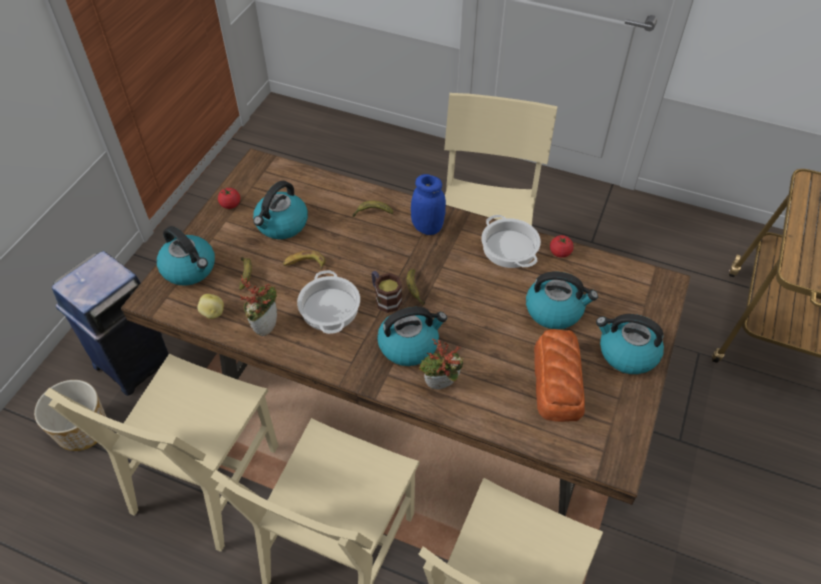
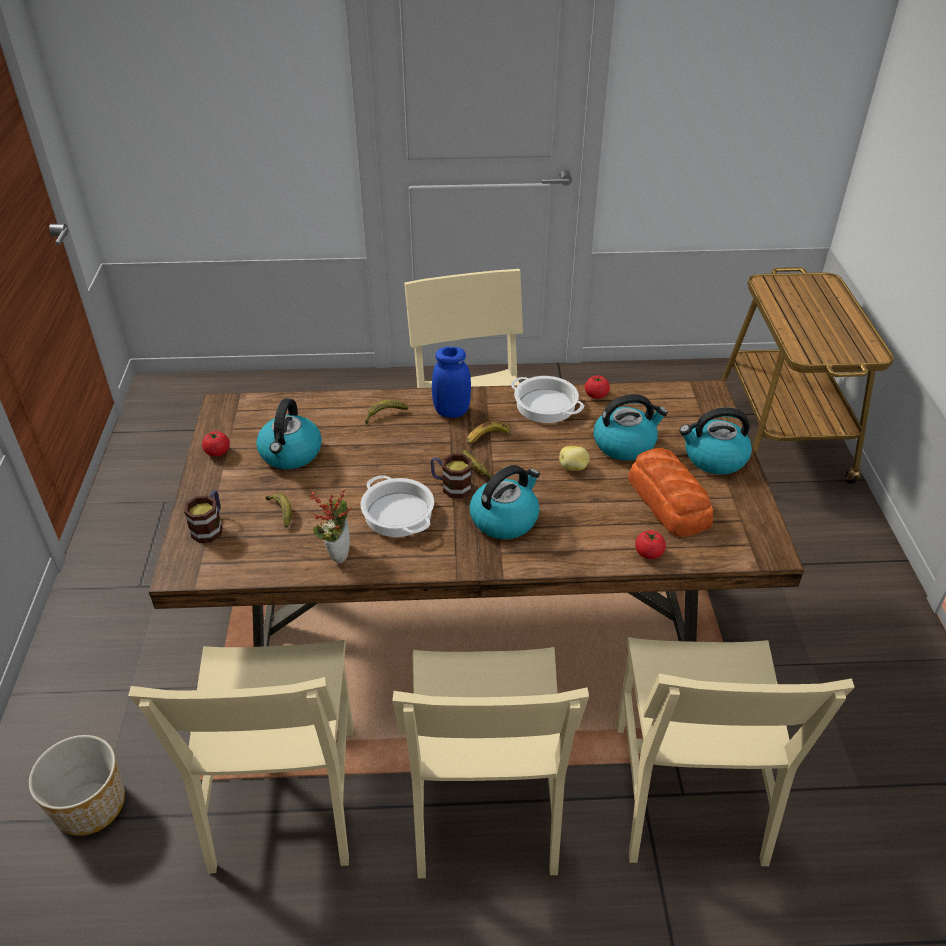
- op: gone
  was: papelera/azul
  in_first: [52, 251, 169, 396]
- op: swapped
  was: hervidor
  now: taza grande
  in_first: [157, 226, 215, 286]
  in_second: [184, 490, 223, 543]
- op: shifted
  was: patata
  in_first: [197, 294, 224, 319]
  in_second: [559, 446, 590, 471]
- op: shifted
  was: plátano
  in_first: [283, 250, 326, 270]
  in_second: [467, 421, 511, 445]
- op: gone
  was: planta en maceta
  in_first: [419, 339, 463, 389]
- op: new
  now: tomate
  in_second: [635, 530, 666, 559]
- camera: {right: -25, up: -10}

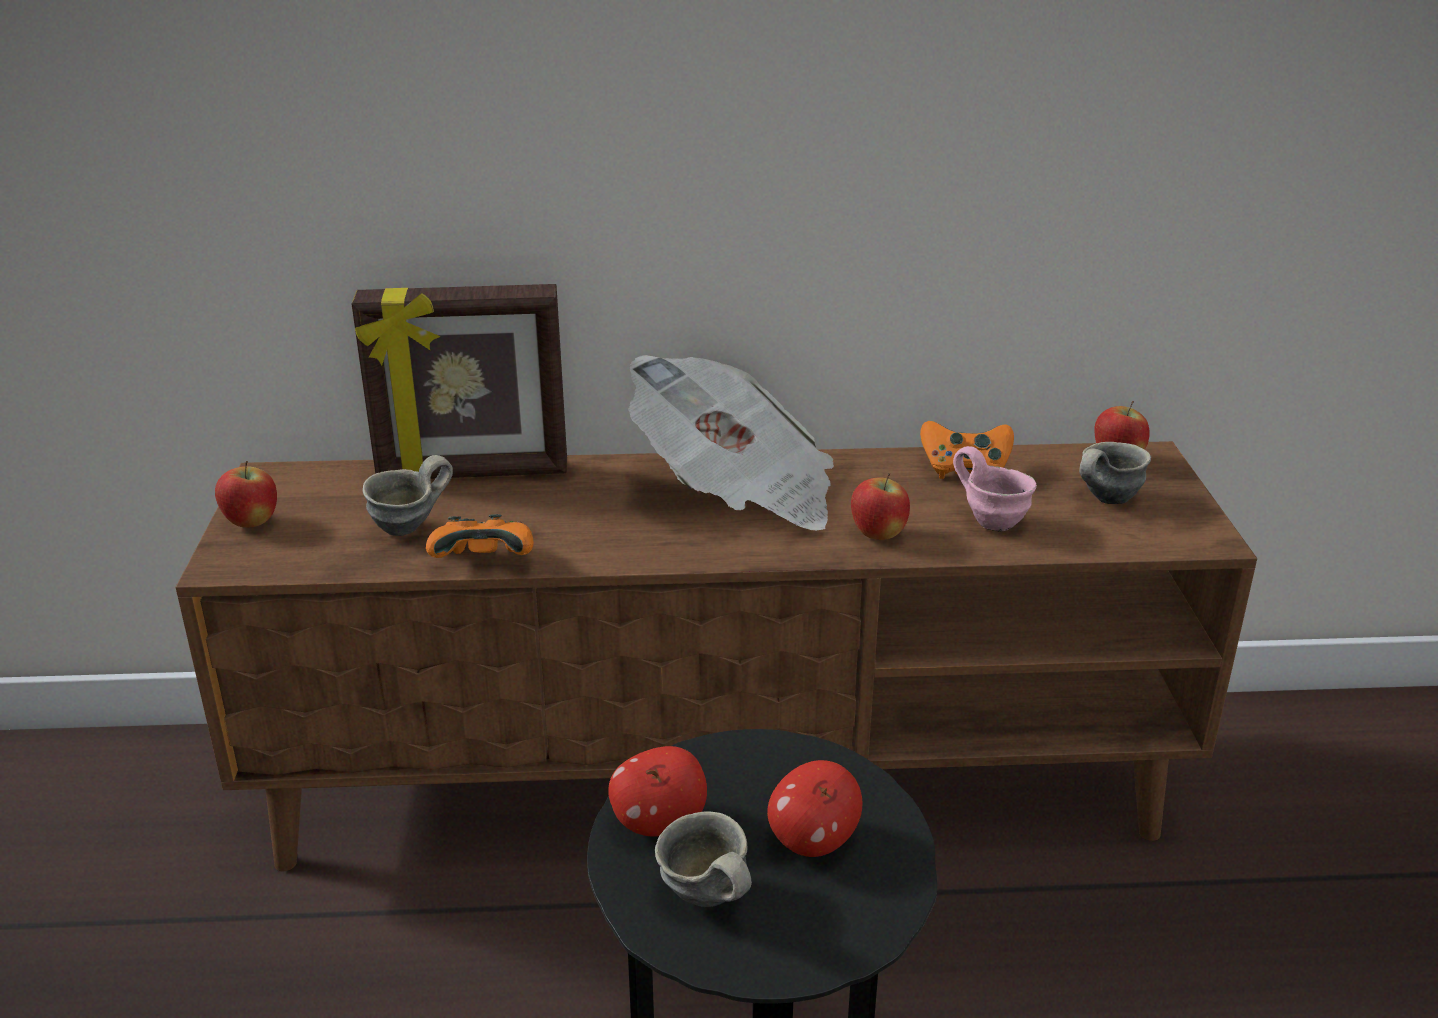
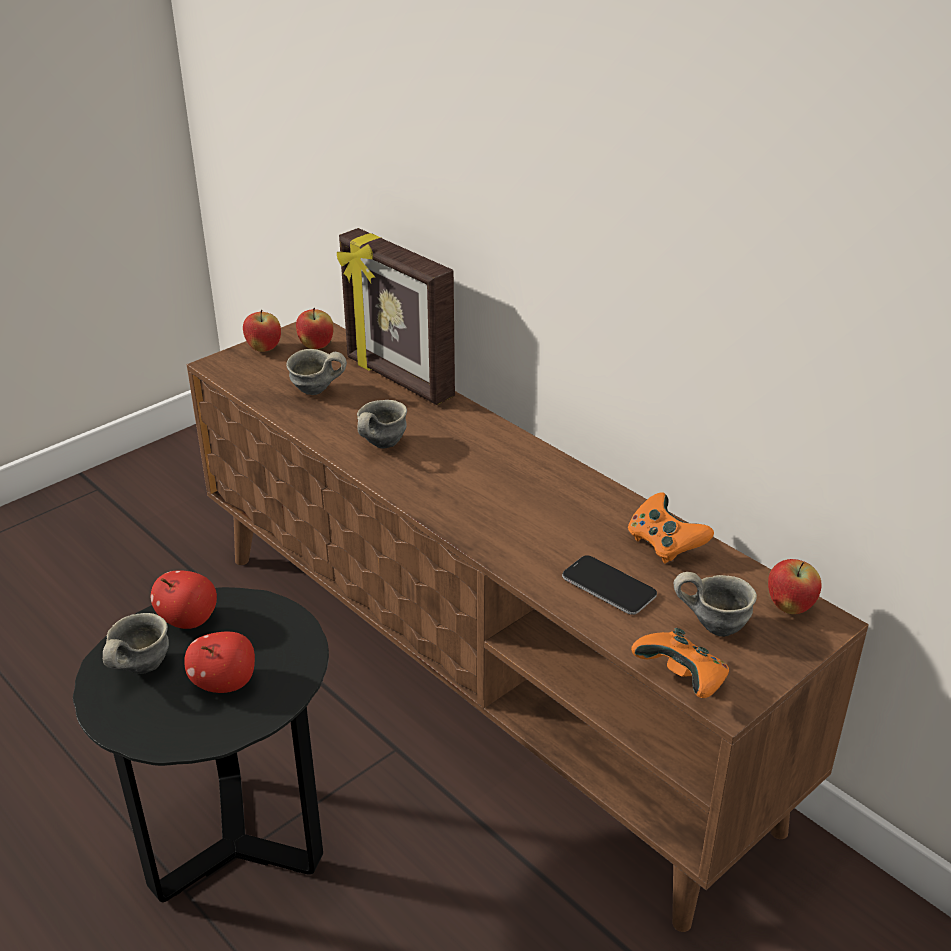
- op: shifted
  was: mando de consola/naranja
  in_first: [426, 514, 534, 558]
  in_second: [631, 628, 729, 698]
- op: gone
  was: periódico
  in_first: [628, 355, 834, 531]
- op: shifted
  was: manzana
  in_first: [851, 473, 910, 540]
  in_second: [296, 308, 334, 349]
- op: swapped
  was: taza grande/rosa
  now: móvil
  in_first: [953, 446, 1037, 532]
  in_second: [562, 555, 657, 615]
- op: new
  now: taza grande/gris
  in_second: [357, 400, 407, 448]
- camera: {right: 50, up: 5}

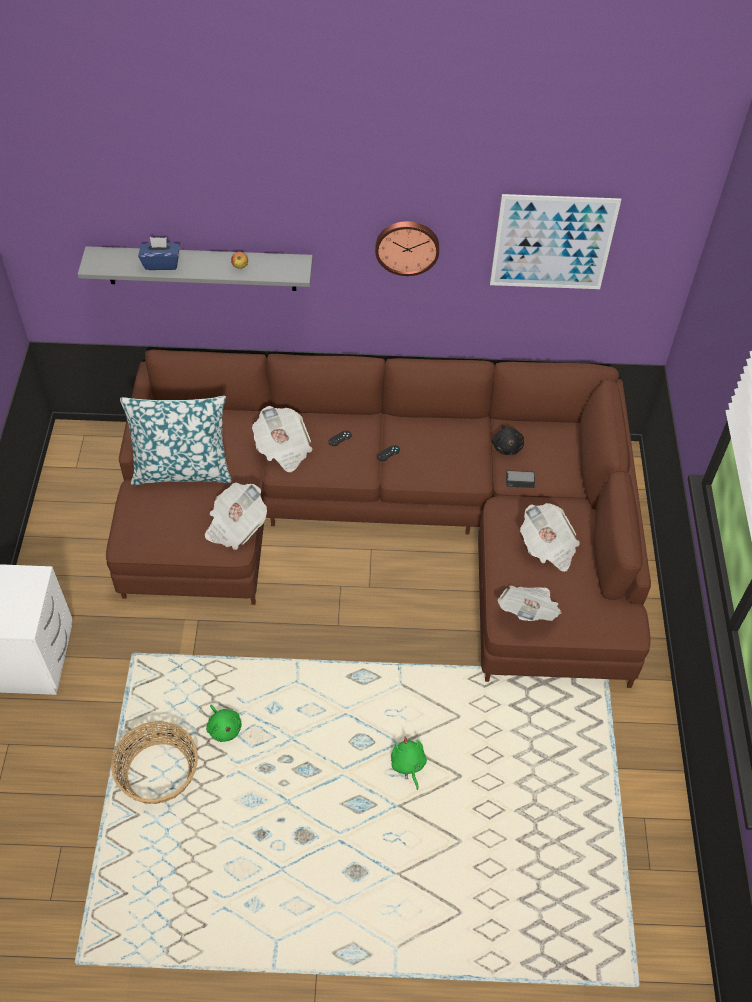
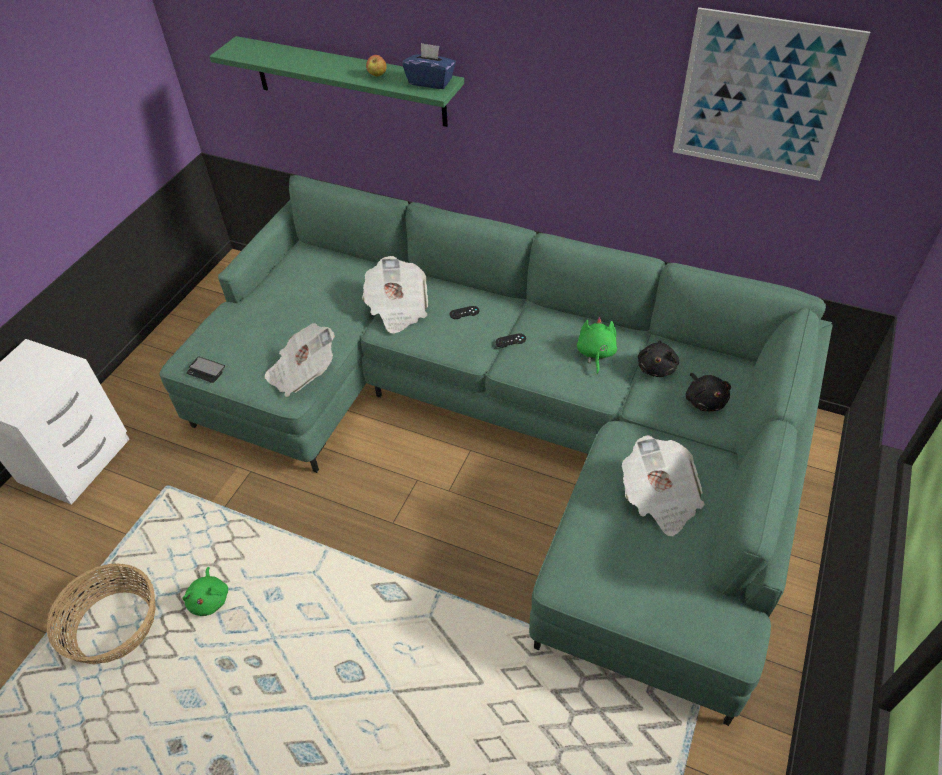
- op: repainted
  was: estante/gris
  now: estante/verde
  in_first: [78, 246, 313, 291]
  in_second: [210, 36, 464, 127]
- op: repainted
  was: sofá/marrón
  now: sofá/verde
  in_first: [106, 349, 651, 688]
  in_second: [160, 175, 833, 726]
- op: gone
  was: cojín
  in_first: [120, 396, 232, 485]
- op: shifted
  was: caja de pañuelos/azul
  in_first: [138, 237, 180, 270]
  in_second: [402, 43, 456, 89]
- op: gone
  was: reloj de pared
  in_first: [375, 221, 439, 276]
- op: shifted
  was: peluche/verde
  in_first: [391, 736, 427, 790]
  in_second: [577, 316, 617, 374]
- op: gone
  was: periódico
  in_first: [498, 585, 562, 621]
- op: shifted
  was: móvil
  in_first: [506, 470, 535, 488]
  in_second: [186, 357, 225, 383]
- op: new
  now: peluche/negro
  in_second: [686, 373, 731, 411]
- camera: {right: 25, up: -5}

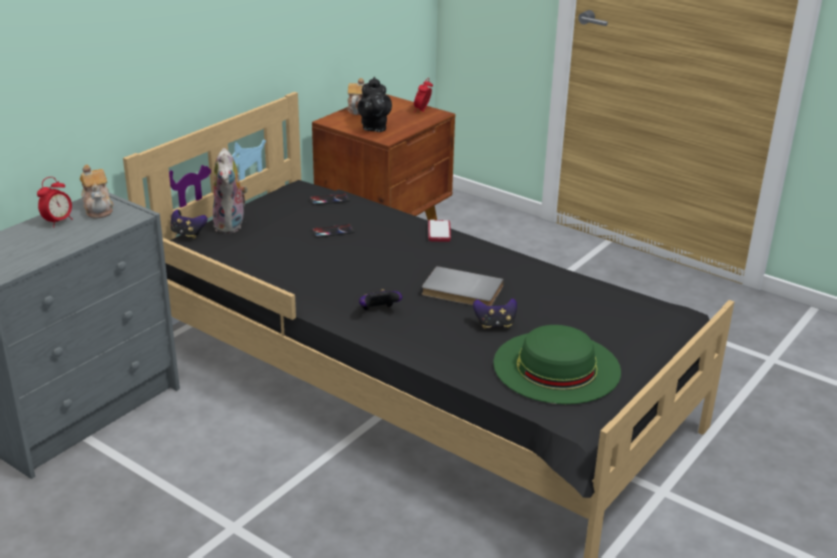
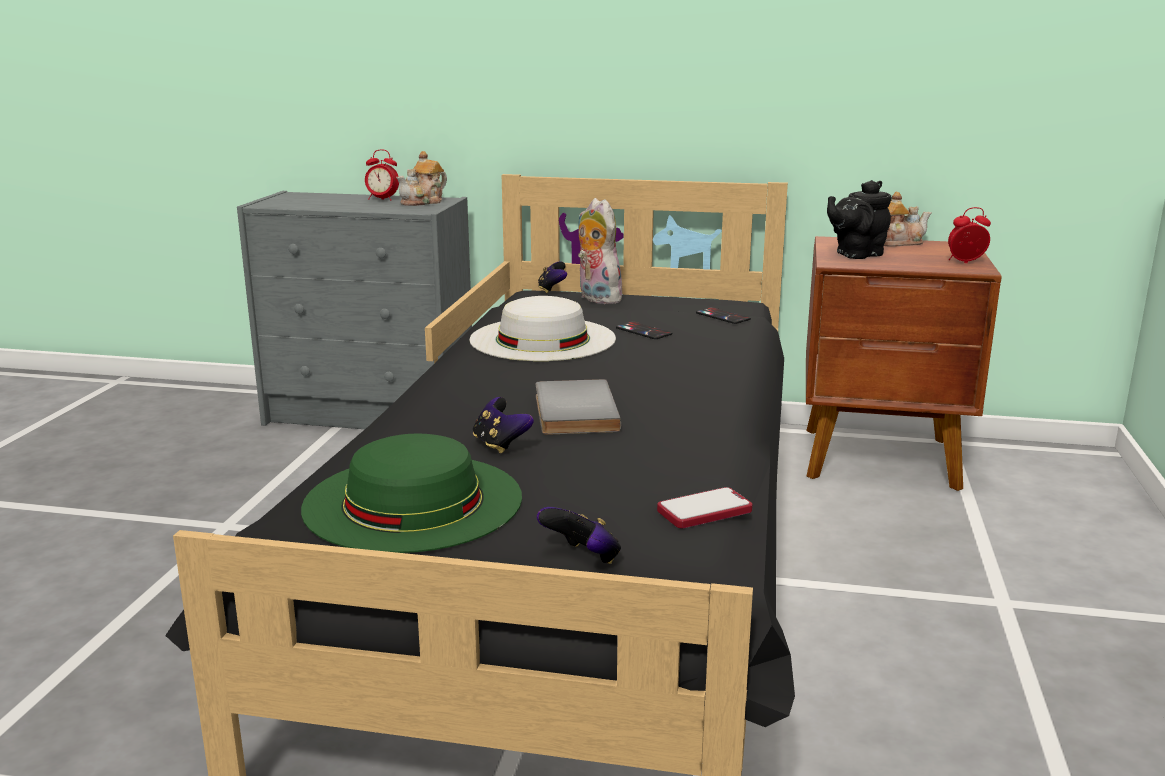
- op: rotated
  was: peluche
  in_first: [213, 148, 248, 234]
  in_second: [578, 198, 622, 304]
  clockwise: 90
- op: shifted
  was: mando de consola
  in_first: [359, 289, 402, 310]
  in_second: [537, 507, 621, 564]
- op: shifted
  was: móvil
  in_first: [428, 220, 451, 242]
  in_second: [657, 487, 752, 528]
- op: new
  now: sombrero/blanco
  in_second: [470, 296, 616, 361]
- camera: {right: 65, up: -10}

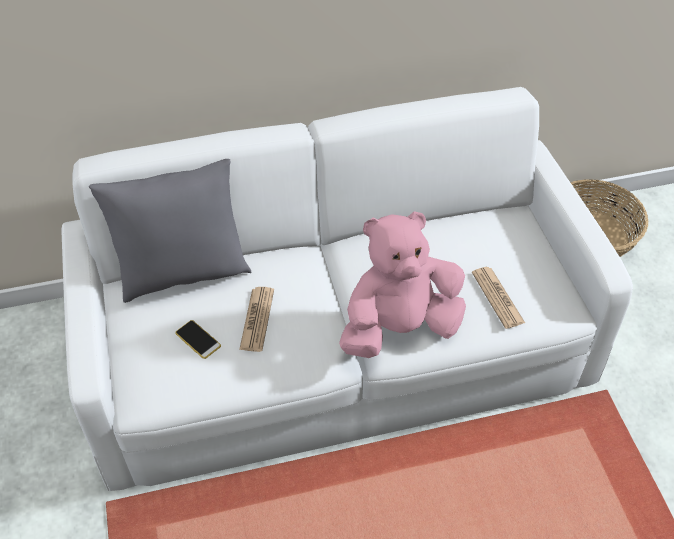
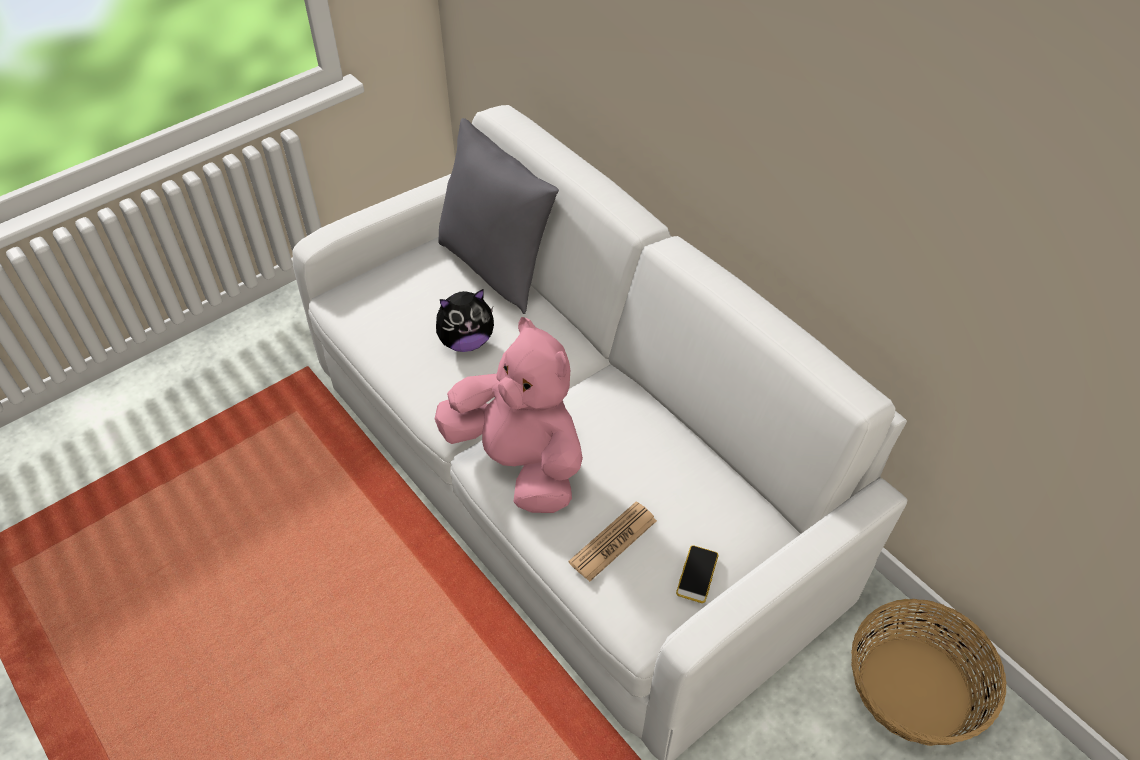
- op: shifted
  was: móvil
  in_first: [175, 320, 221, 359]
  in_second: [676, 545, 719, 603]
- op: swapped
  was: periódico
  now: peluche
  in_first: [239, 287, 274, 352]
  in_second: [436, 289, 494, 352]
- camera: {right: 65, up: 0}

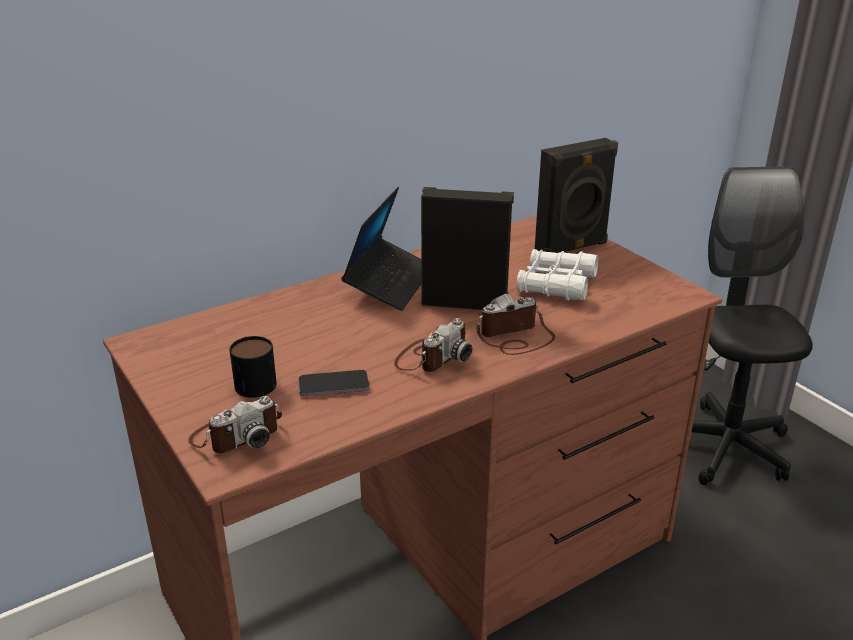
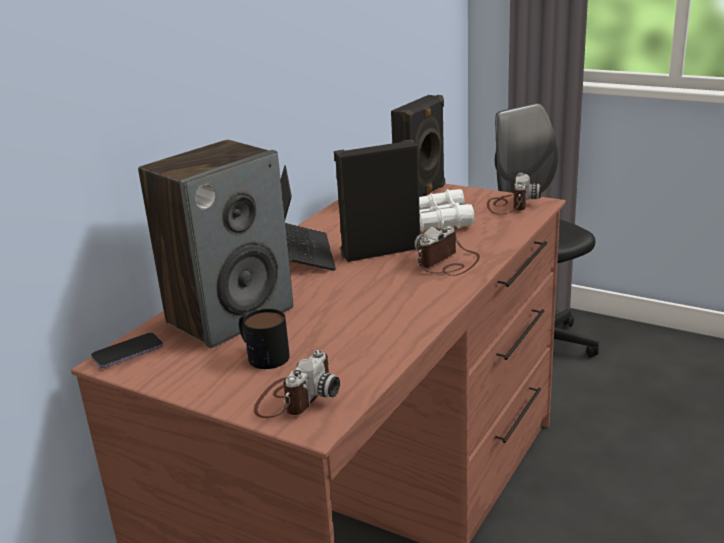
- op: shifted
  was: móvil
  in_first: [298, 370, 369, 397]
  in_second: [91, 333, 163, 368]
- op: shifted
  was: cámara
  in_first: [394, 318, 472, 372]
  in_second: [487, 173, 541, 215]
- op: new
  now: altavoz
  in_second: [138, 140, 294, 348]
- camera: {right: -25, up: -5}

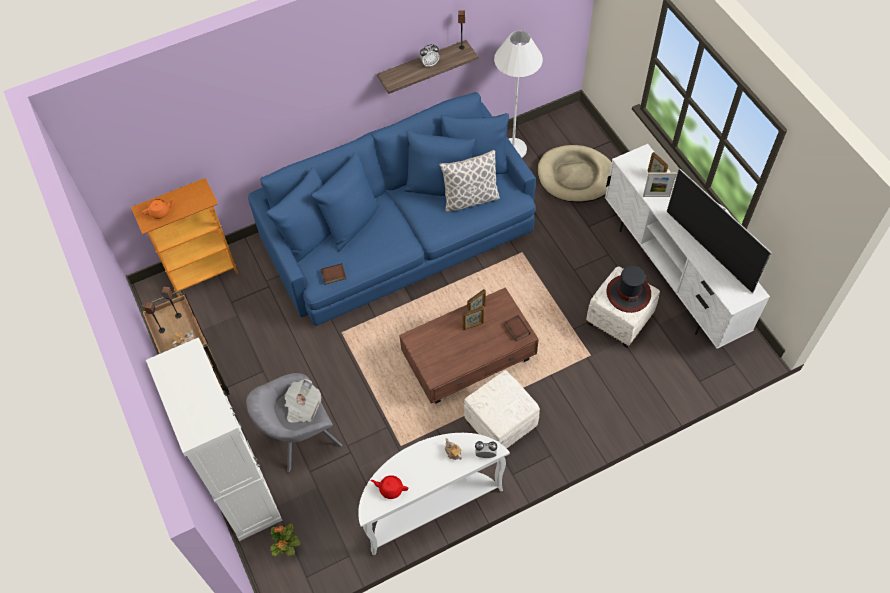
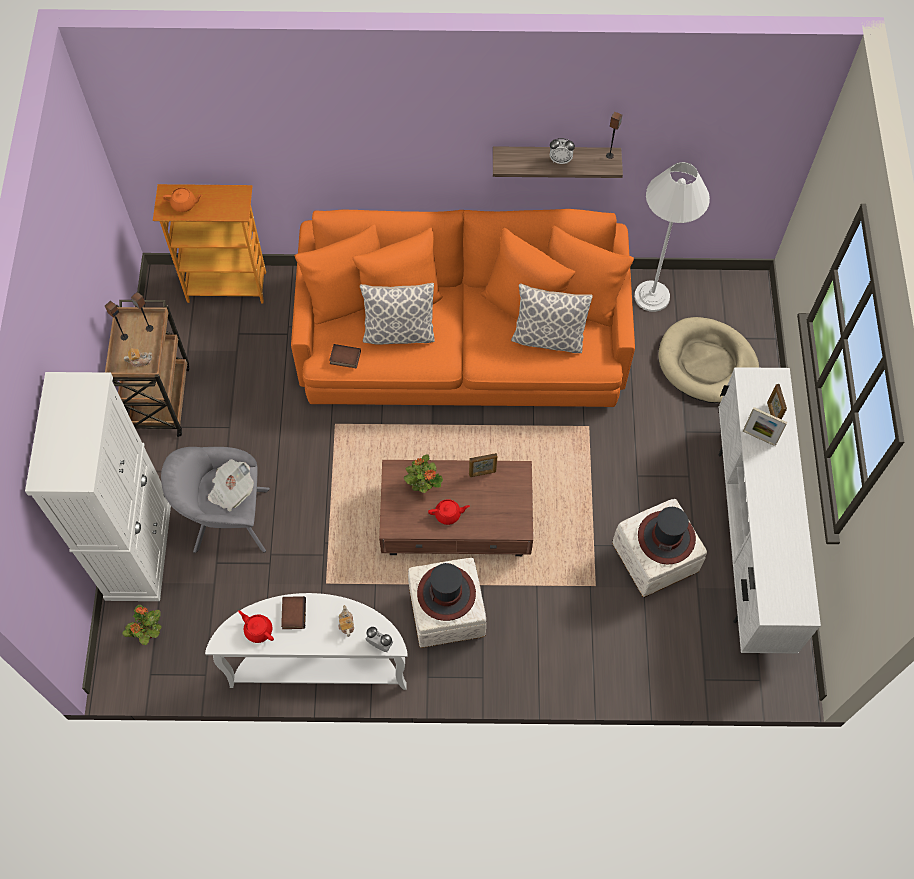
- op: repainted
  was: sofá/azul
  now: sofá/naranja
  in_first: [248, 92, 536, 326]
  in_second: [291, 209, 635, 407]
- op: gone
  was: portarretratos
  in_first: [462, 306, 484, 330]
- op: shifted
  was: libro
  in_first: [504, 315, 530, 341]
  in_second: [281, 596, 306, 629]
- op: gone
  was: televisor
  in_first: [666, 168, 772, 293]
- op: new
  now: cojín
  in_second: [360, 283, 435, 344]
- op: new
  now: planta en maceta
  in_second: [404, 454, 443, 493]
- op: new
  now: sombrero
  in_second: [417, 563, 476, 621]
- op: new
  now: tetera/rojo
  in_second: [428, 499, 470, 525]
- camera: {right: 25, up: 5}

